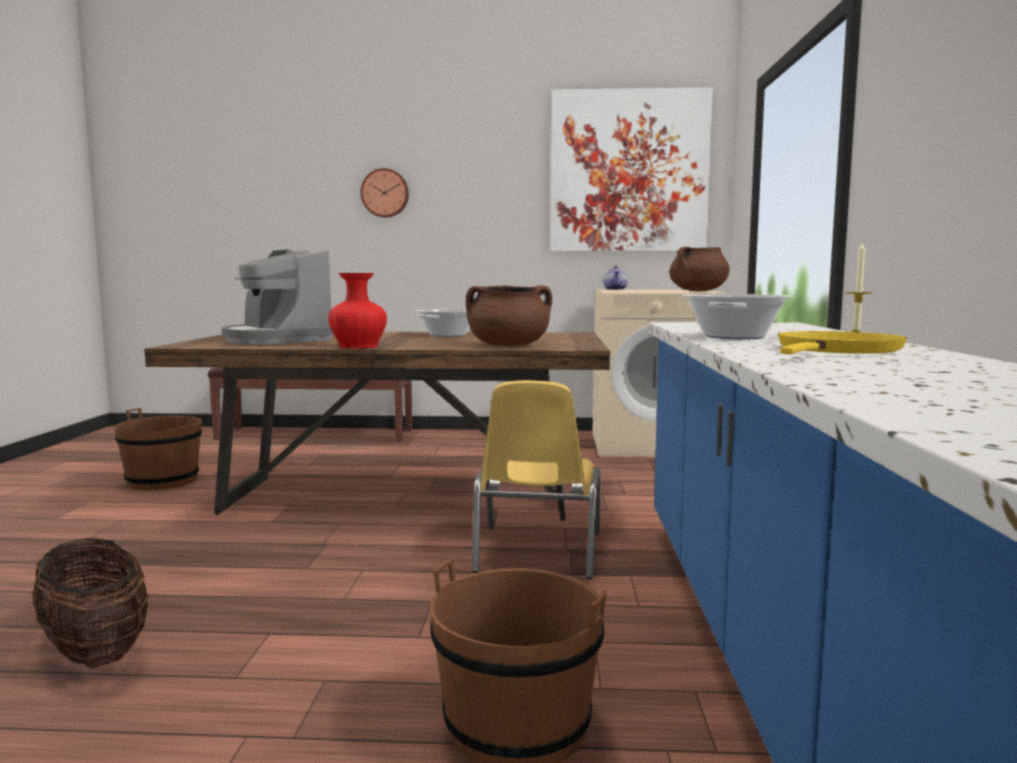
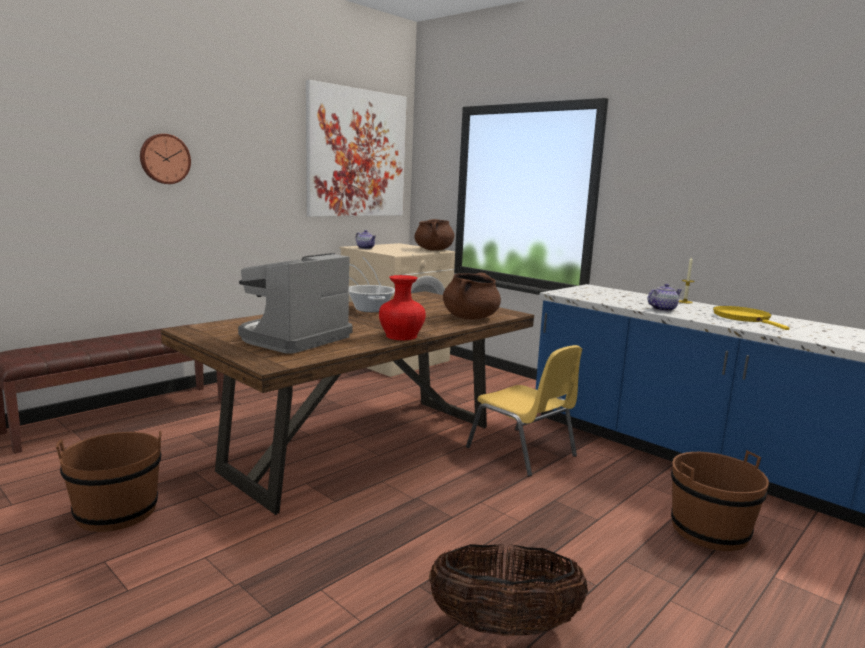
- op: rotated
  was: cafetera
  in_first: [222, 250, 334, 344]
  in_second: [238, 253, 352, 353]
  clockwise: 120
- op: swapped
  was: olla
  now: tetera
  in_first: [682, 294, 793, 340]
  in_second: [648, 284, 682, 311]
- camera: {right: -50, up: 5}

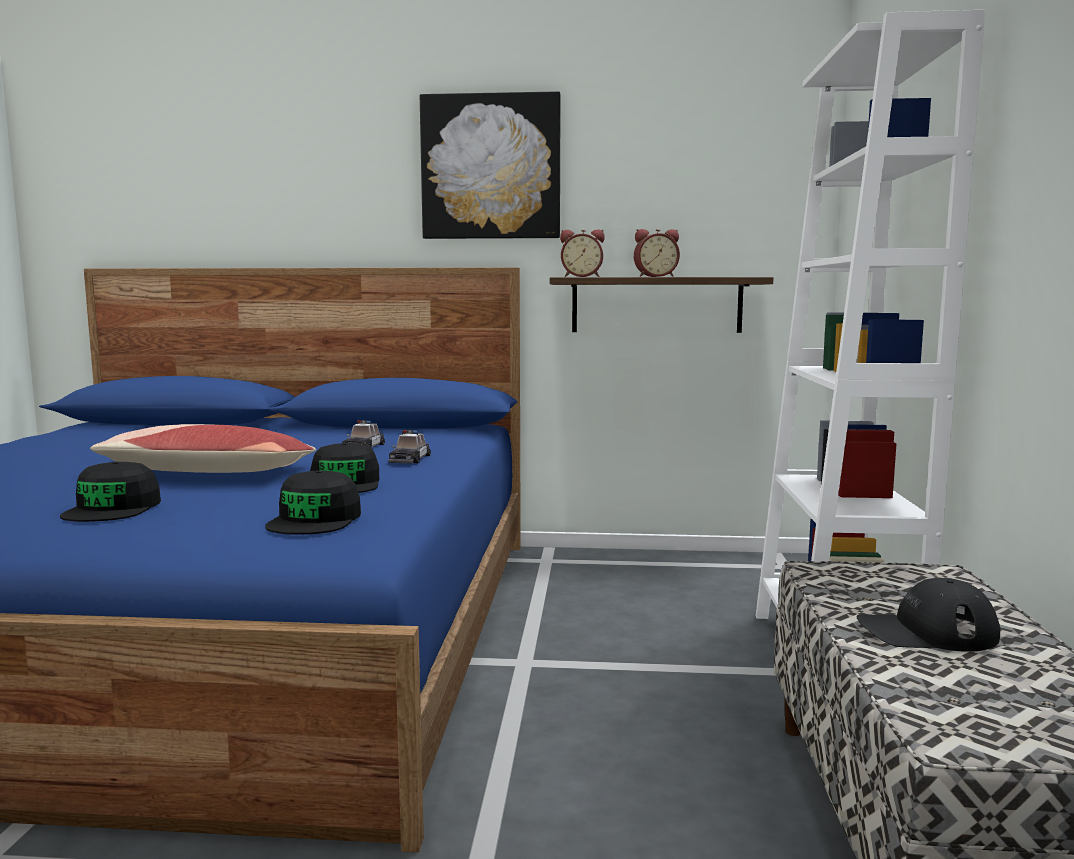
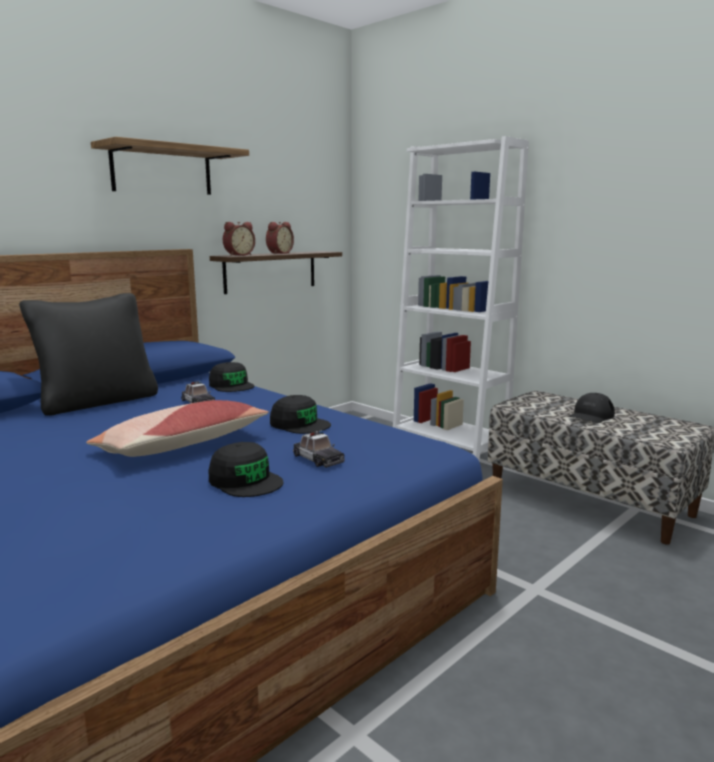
- op: shifted
  was: gorra/negro
  in_first: [265, 470, 361, 535]
  in_second: [209, 362, 254, 392]
- op: shifted
  was: coche de juguete
  in_first: [388, 430, 431, 464]
  in_second: [293, 430, 345, 468]
- op: swapped
  was: cuadro
  now: estante
  in_first: [420, 91, 561, 239]
  in_second: [91, 137, 249, 195]
- op: new
  now: cojín/negro
  in_second: [19, 293, 158, 416]
- camera: {right: -50, up: 5}

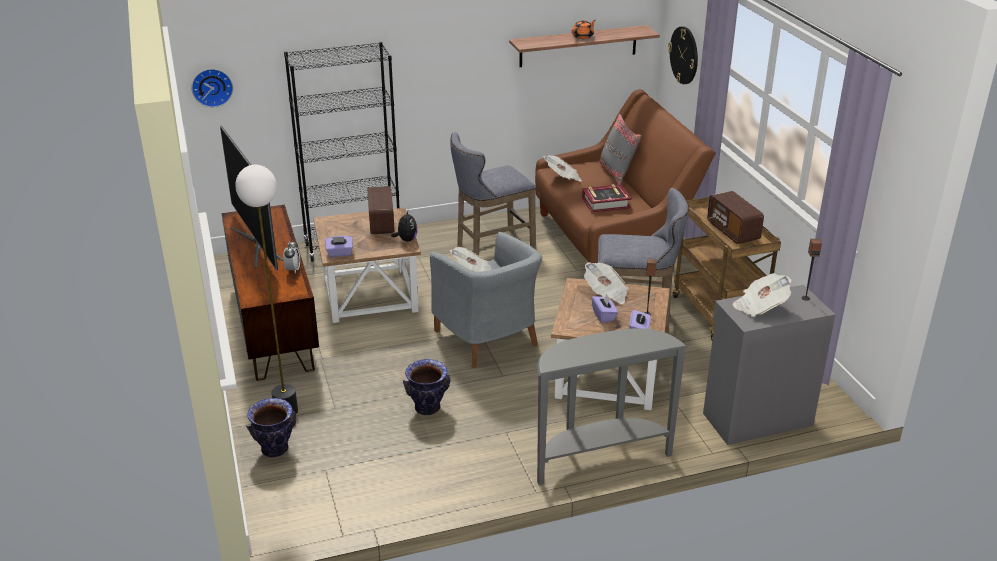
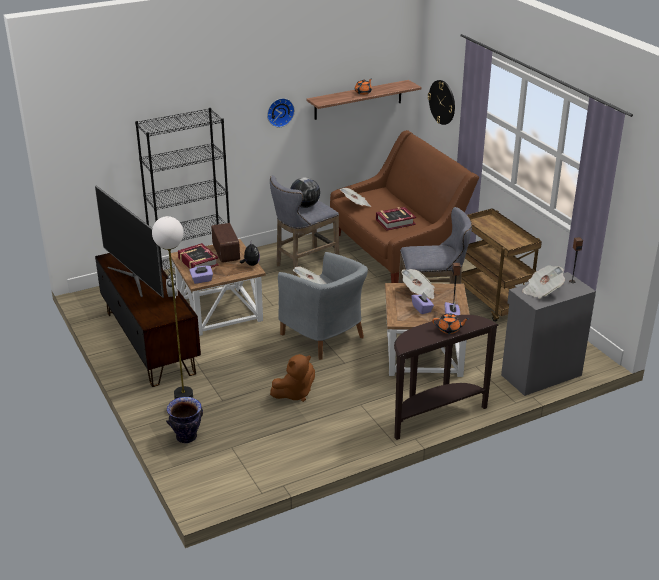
- op: shifted
  was: reloj de pared
  in_first: [192, 69, 233, 107]
  in_second: [267, 98, 295, 127]
- op: swapped
  was: florero
  now: peluche/marrón
  in_first: [403, 359, 450, 415]
  in_second: [270, 354, 315, 402]
- op: repainted
  was: mesa consola/gris
  now: mesa consola/marrón
  in_first: [537, 328, 688, 485]
  in_second: [394, 315, 498, 440]
- op: gone
  was: cojín/gris
  in_first: [599, 114, 641, 185]
- op: gone
  was: radio
  in_first: [707, 191, 764, 244]
- op: new
  now: libro
  in_second: [178, 243, 219, 269]
- op: new
  now: globo terráqueo
  in_second: [290, 177, 320, 208]
- op: new
  now: tetera/naranja
  in_second: [432, 313, 469, 334]
- camera: {right: -10, up: 0}

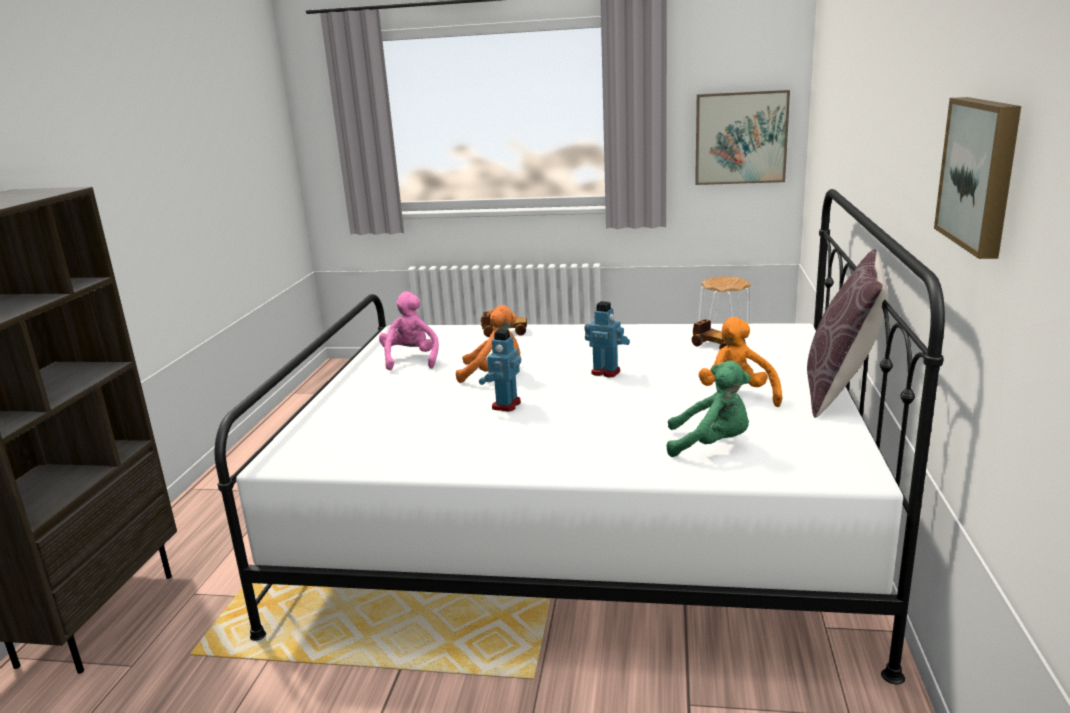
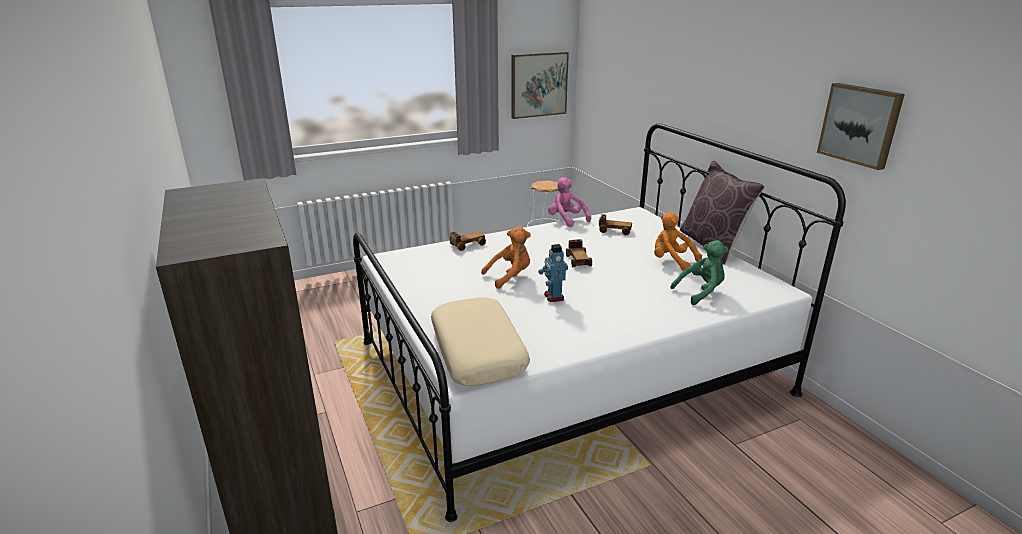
- op: shifted
  was: peluche/rosa
  in_first: [379, 291, 439, 370]
  in_second: [548, 177, 591, 227]
- op: swapped
  was: robot de juguete
  now: coche de juguete
  in_first: [584, 301, 630, 377]
  in_second: [566, 239, 592, 267]
- op: new
  now: cojín/beis
  in_second: [431, 297, 530, 386]
- camera: {right: -35, up: 5}

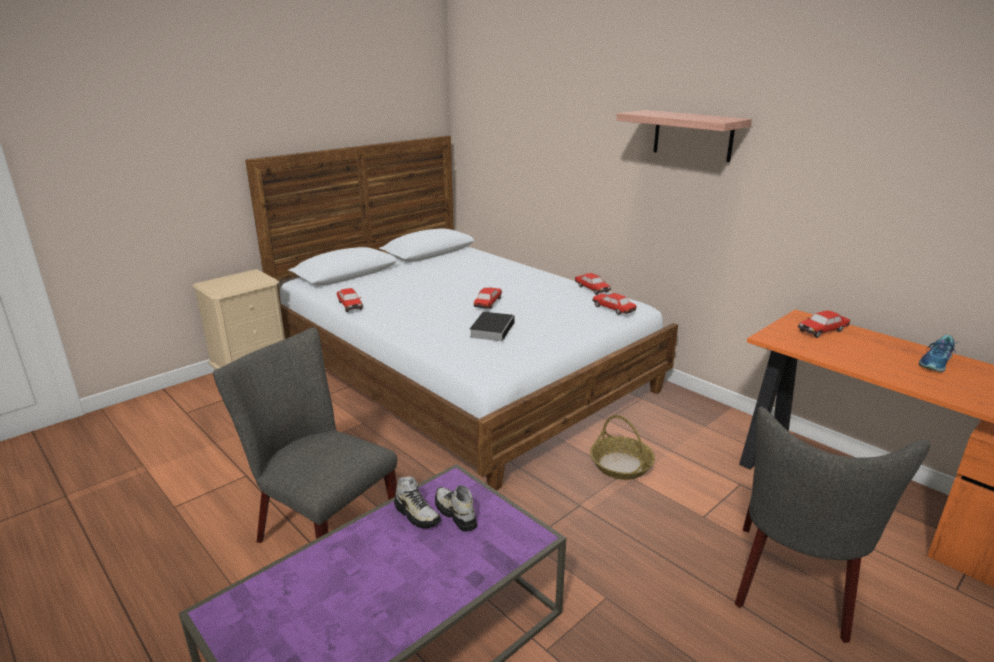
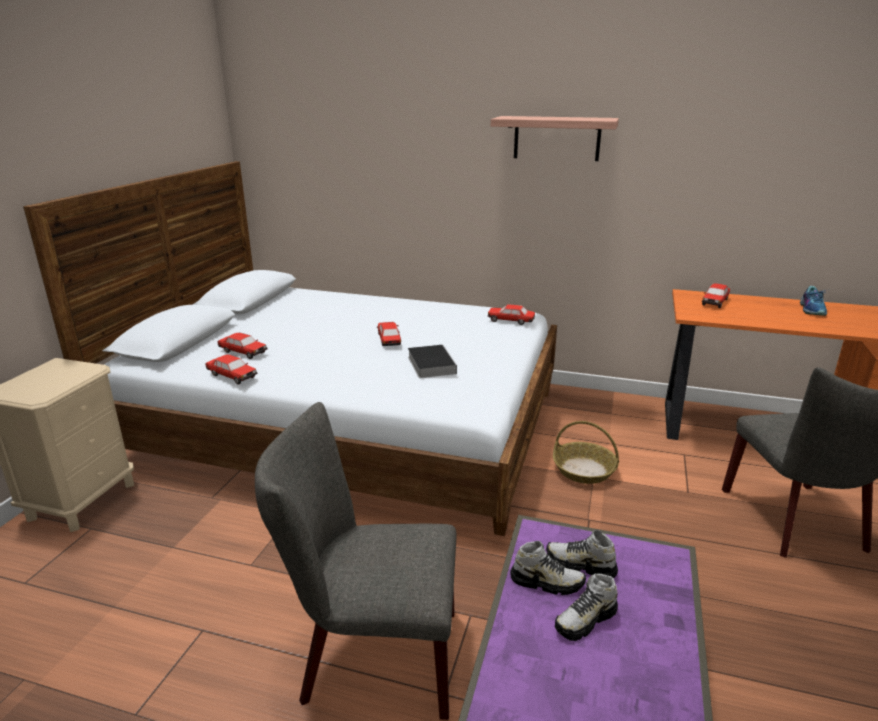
- op: shifted
  was: coche de juguete
  in_first: [575, 273, 611, 295]
  in_second: [217, 333, 267, 359]
- op: new
  now: zapato
  in_second: [555, 573, 618, 641]
- camera: {right: -30, up: 0}

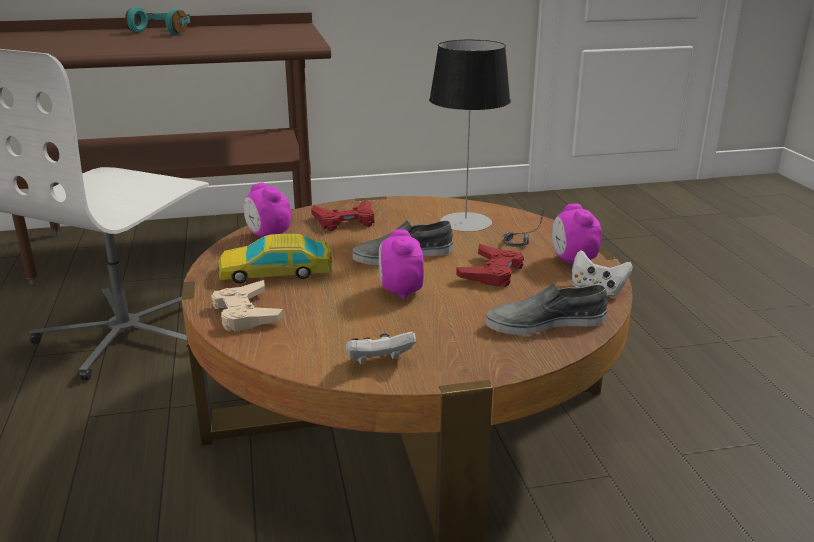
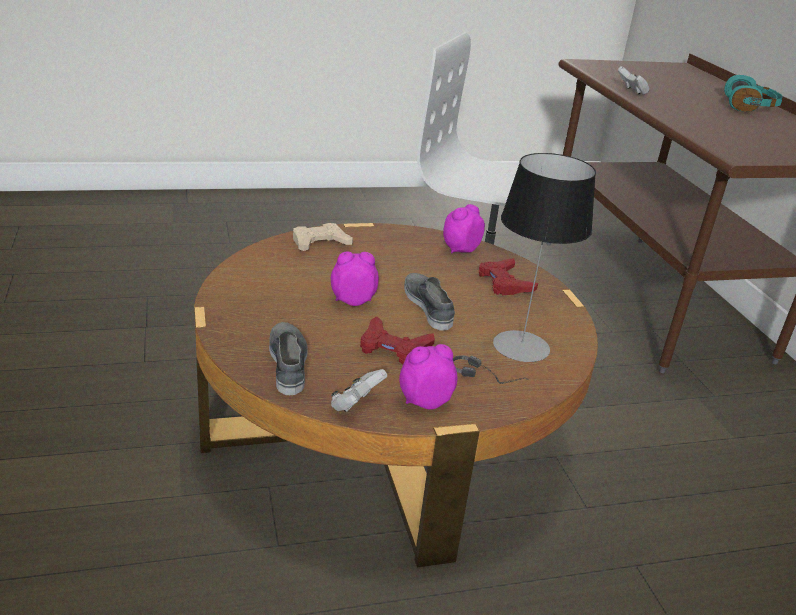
- op: gone
  was: coche de juguete
  in_first: [218, 234, 332, 283]
- op: shifted
  was: mando de consola/blanco
  in_first: [346, 332, 416, 365]
  in_second: [618, 66, 649, 95]
- camera: {right: 85, up: 5}

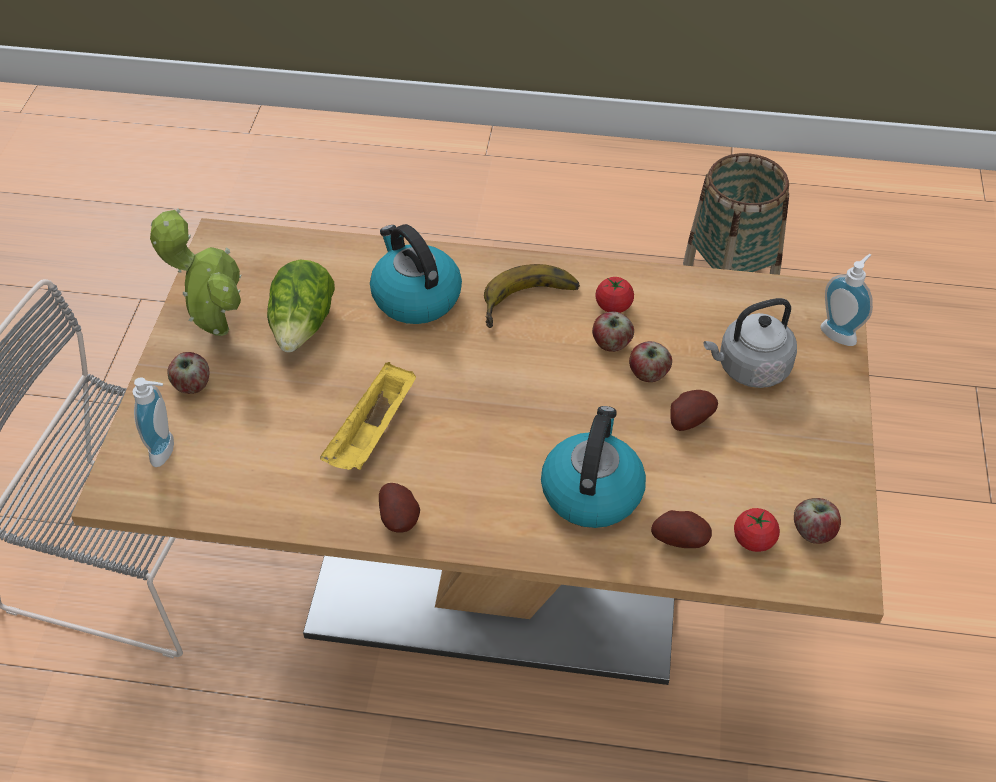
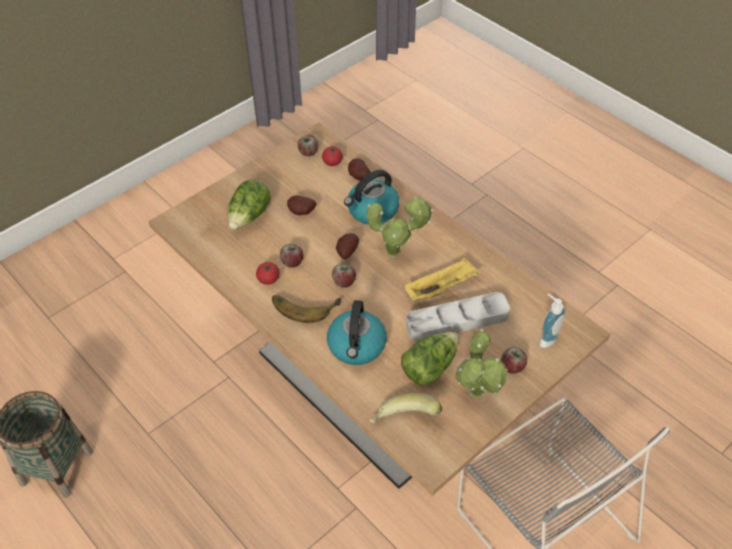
- op: shifted
  was: patata
  in_first: [379, 483, 420, 533]
  in_second: [336, 233, 359, 259]
- op: shifted
  was: manzana
  in_first: [629, 341, 672, 382]
  in_second: [332, 264, 356, 288]
- op: swapped
  was: hervidor/gris
  now: lechuga
  in_first: [704, 298, 797, 388]
  in_second: [228, 180, 271, 230]
- op: gone
  was: dispensador de jabón
  in_first: [820, 254, 873, 346]
- op: new
  now: planta en maceta
  in_second: [367, 196, 434, 258]
- op: new
  now: plátano
  in_second: [370, 393, 442, 423]
- op: new
  now: bandeja/gris
  in_second: [406, 292, 510, 342]
- camera: {right: -140, up: 0}

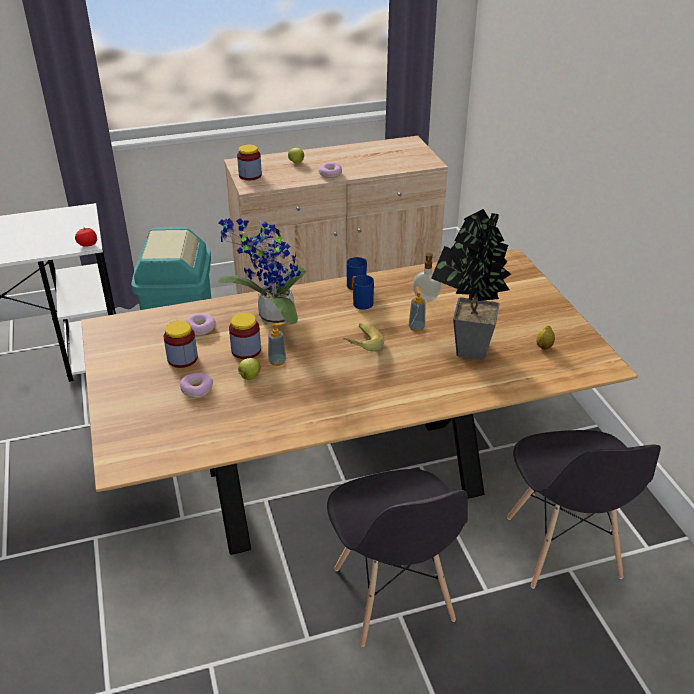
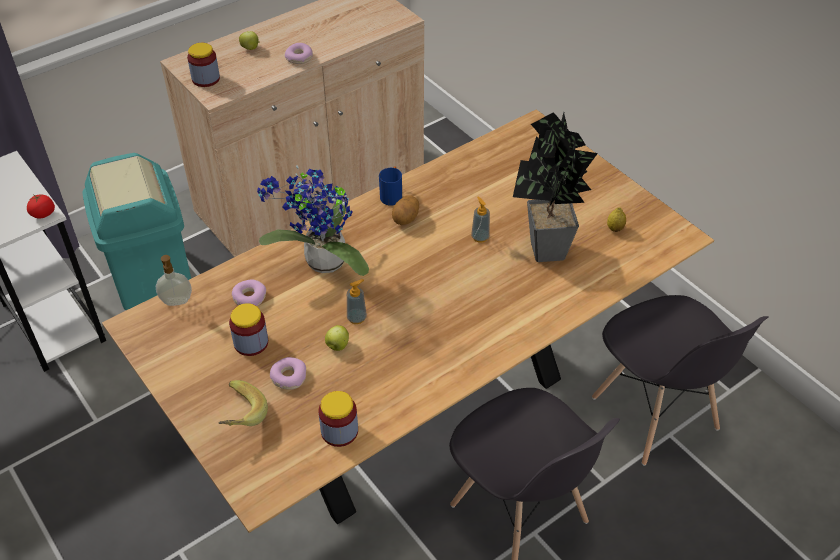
- op: shifted
  was: tarro
  in_first: [229, 313, 261, 359]
  in_second: [318, 391, 358, 447]
- op: shifted
  was: plátano
  in_first: [343, 323, 384, 351]
  in_second: [219, 380, 268, 426]
- op: swapped
  was: taza grande/azul
  now: patata
  in_first: [352, 275, 374, 310]
  in_second: [392, 195, 419, 225]
- op: shifted
  was: dispensador de jabón
  in_first: [413, 253, 441, 301]
  in_second: [156, 255, 192, 306]
- camera: {right: -20, up: 10}

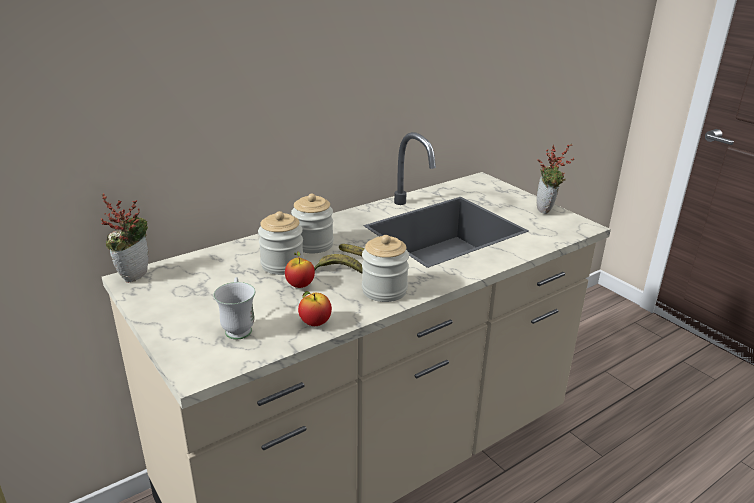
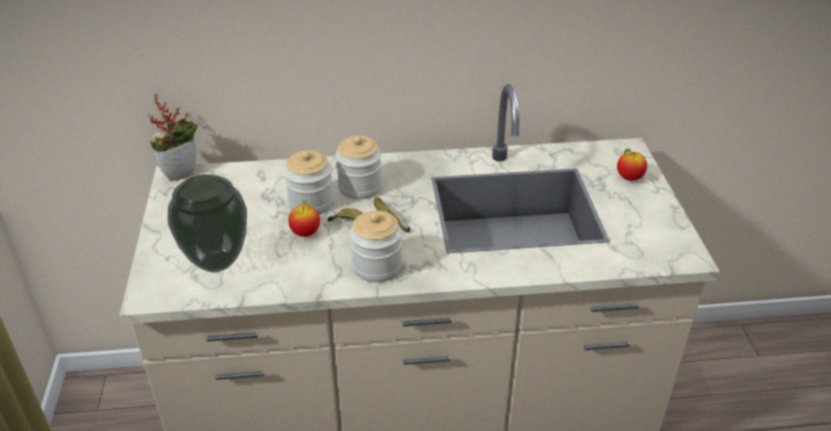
- op: swapped
  was: taza grande/blanco
  now: florero
  in_first: [214, 277, 255, 340]
  in_second: [167, 174, 247, 272]
- op: shifted
  was: manzana
  in_first: [298, 291, 332, 326]
  in_second: [617, 149, 647, 181]
- op: gone
  was: planta en maceta
  in_first: [537, 144, 575, 214]
- camera: {right: 30, up: 10}

